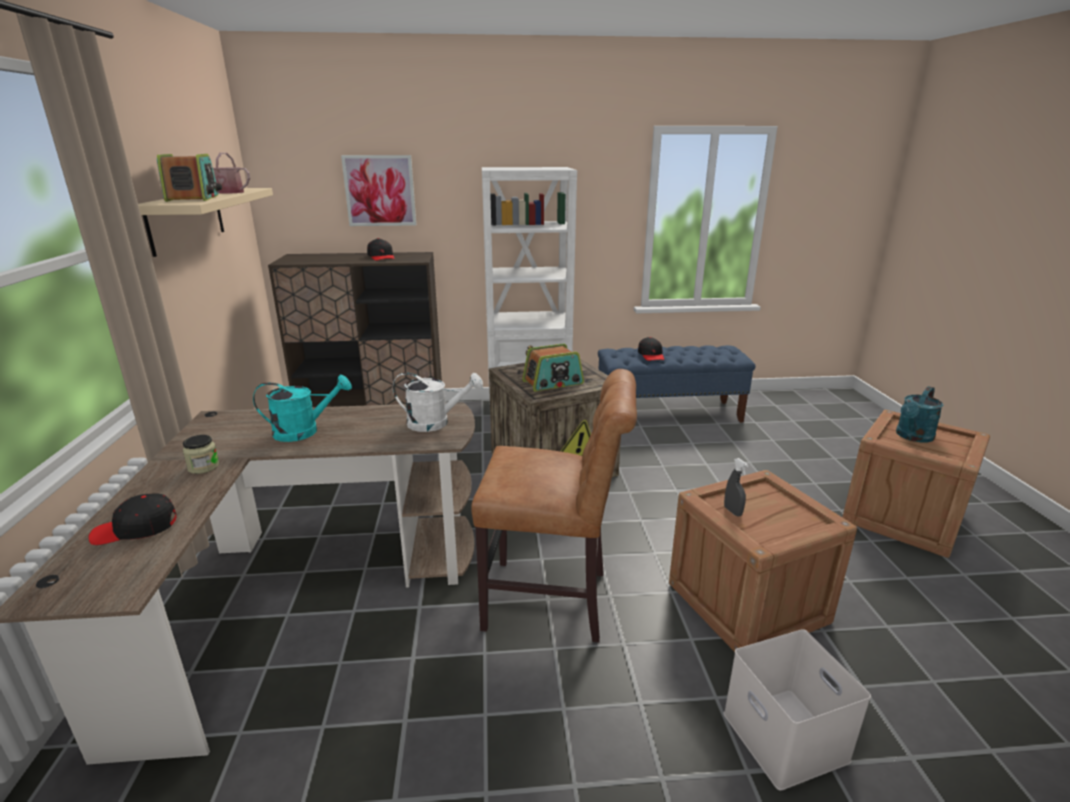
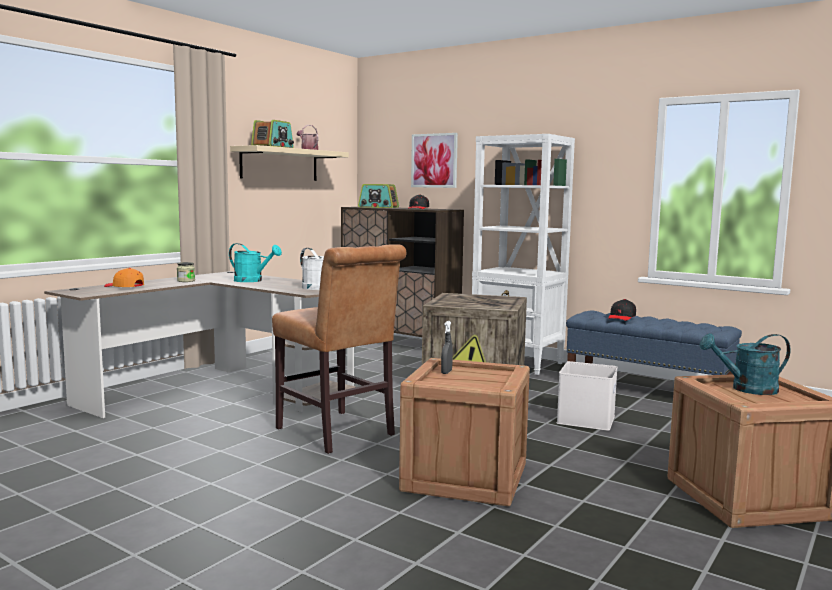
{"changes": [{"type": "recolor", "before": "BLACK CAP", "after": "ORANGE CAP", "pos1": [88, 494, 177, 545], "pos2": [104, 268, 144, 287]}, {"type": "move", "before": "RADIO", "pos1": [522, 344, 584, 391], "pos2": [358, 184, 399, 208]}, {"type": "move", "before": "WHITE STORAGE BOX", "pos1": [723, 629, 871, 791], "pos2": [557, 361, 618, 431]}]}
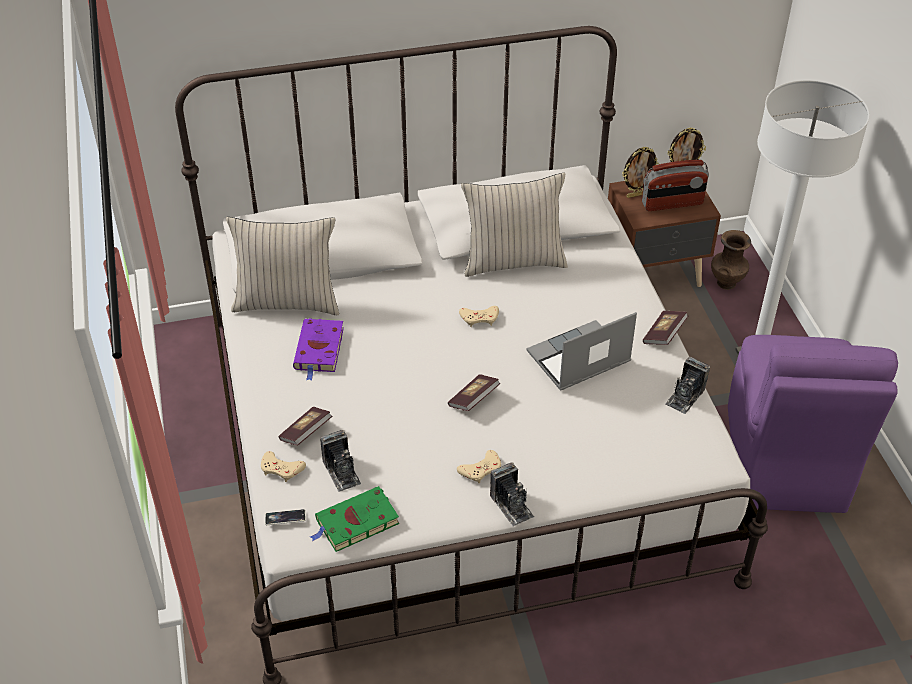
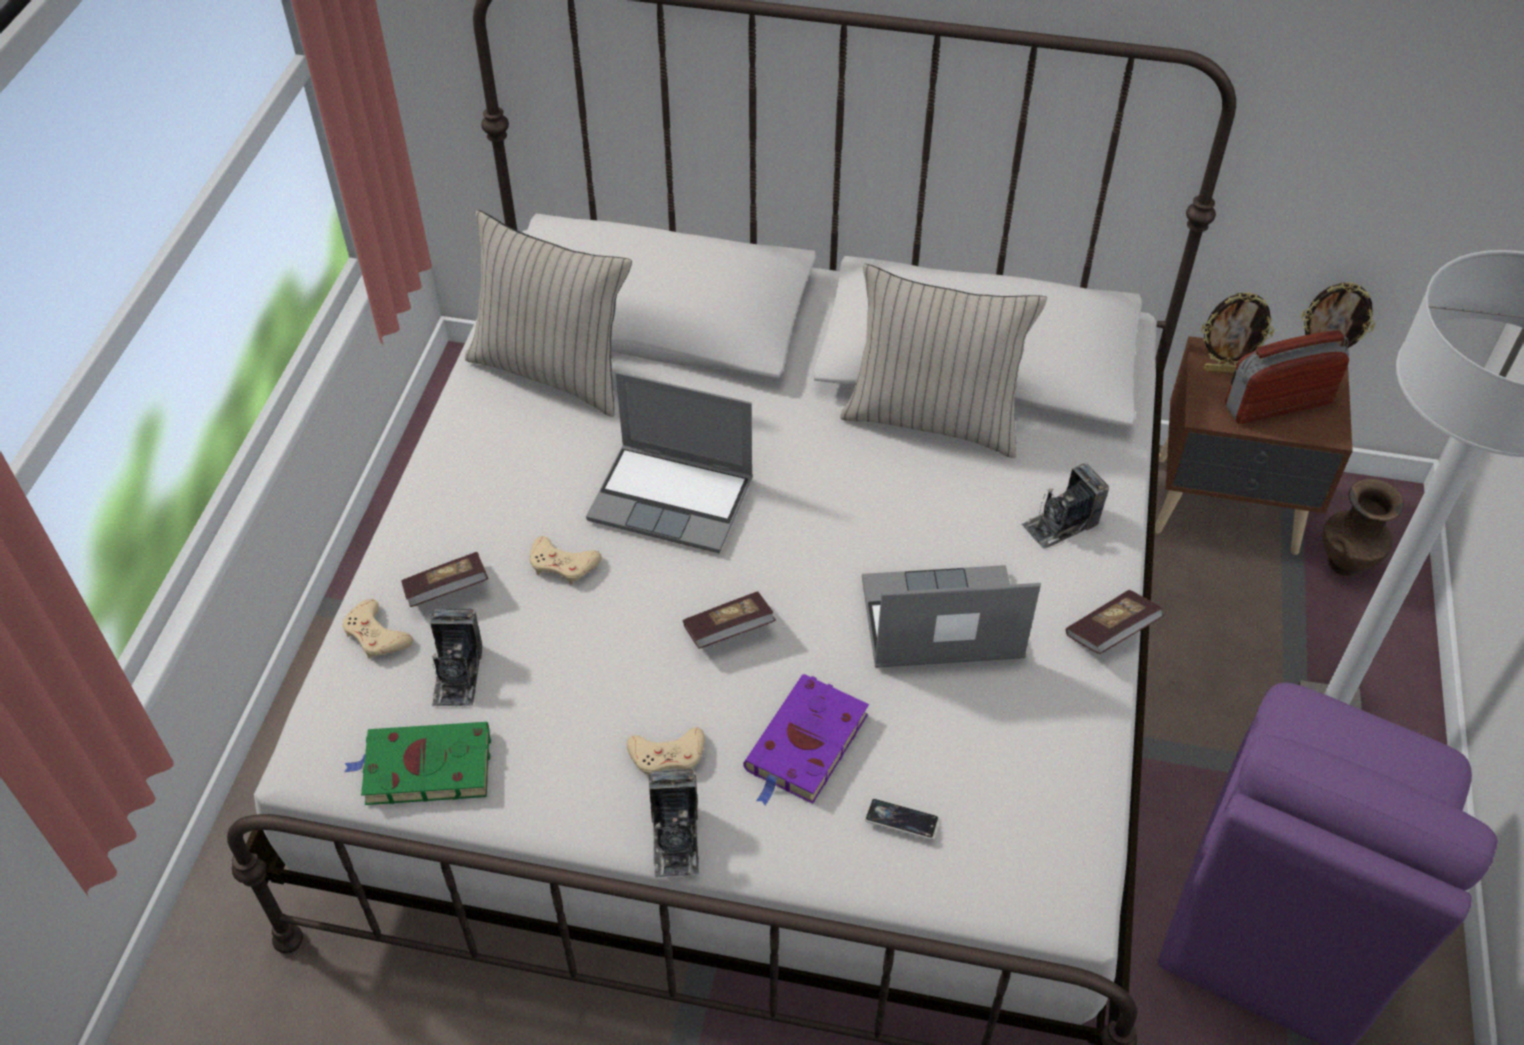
{"changes": [{"type": "move", "before": "PHONE", "pos1": [265, 509, 306, 525], "pos2": [865, 799, 939, 840]}, {"type": "move", "before": "PURPLE BOOK", "pos1": [293, 318, 344, 381], "pos2": [743, 674, 869, 806]}, {"type": "move", "before": "BEIGE GAME CONTROLLER", "pos1": [459, 306, 499, 327], "pos2": [530, 536, 601, 585]}, {"type": "rotate", "before": "RADIO", "pos1": [642, 160, 709, 211], "pos2": [1225, 330, 1349, 424], "turn": 150}, {"type": "move", "before": "PHOTO CAMERA", "pos1": [665, 357, 710, 414], "pos2": [1021, 464, 1109, 549]}, {"type": "insert", "after": "LAPTOP", "pos2": [586, 372, 753, 553]}]}
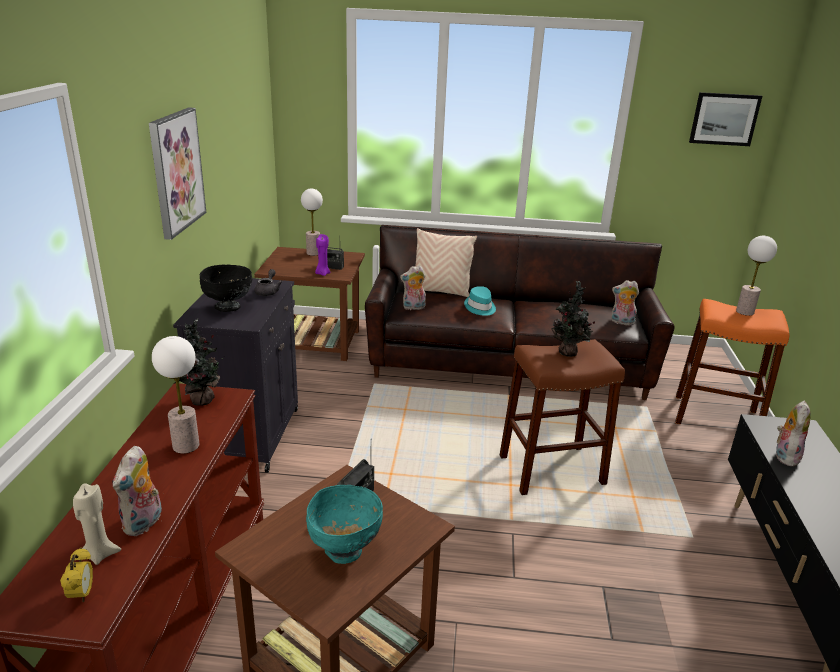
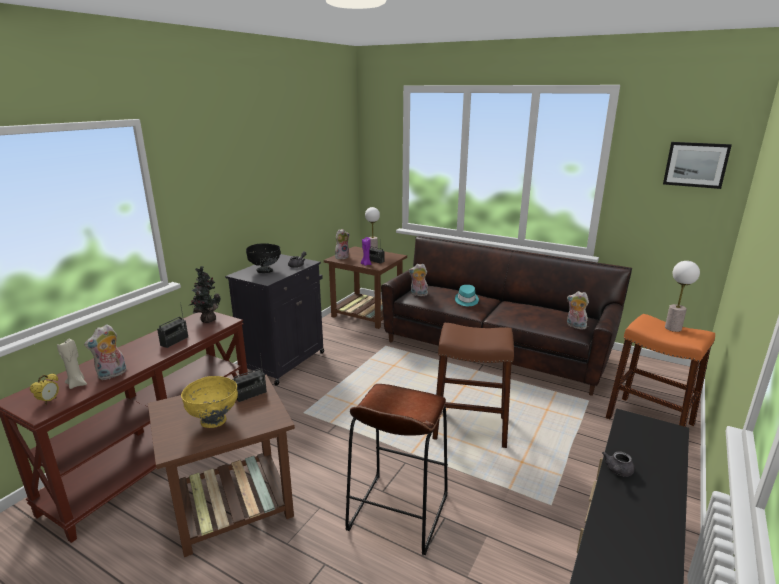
{"changes": [{"type": "delete", "before": "PICTURE", "pos1": [149, 107, 206, 240]}, {"type": "replace", "before": "TABLE LAMP", "after": "RADIO", "pos1": [152, 336, 199, 454], "pos2": [157, 302, 188, 348]}, {"type": "recolor", "before": "TURQUOISE BOWL", "after": "YELLOW BOWL", "pos1": [306, 485, 383, 564], "pos2": [181, 376, 238, 428]}, {"type": "delete", "before": "BEIGE PILLOW", "pos1": [415, 228, 477, 297]}, {"type": "delete", "before": "POTTED PLANT", "pos1": [551, 281, 595, 357]}, {"type": "move", "before": "PLUSH TOY", "pos1": [776, 401, 811, 466], "pos2": [335, 229, 350, 259]}, {"type": "insert", "after": "BROWN STOOL", "pos2": [345, 384, 448, 555]}, {"type": "insert", "after": "GREY TEAPOT", "pos2": [602, 451, 635, 477]}]}
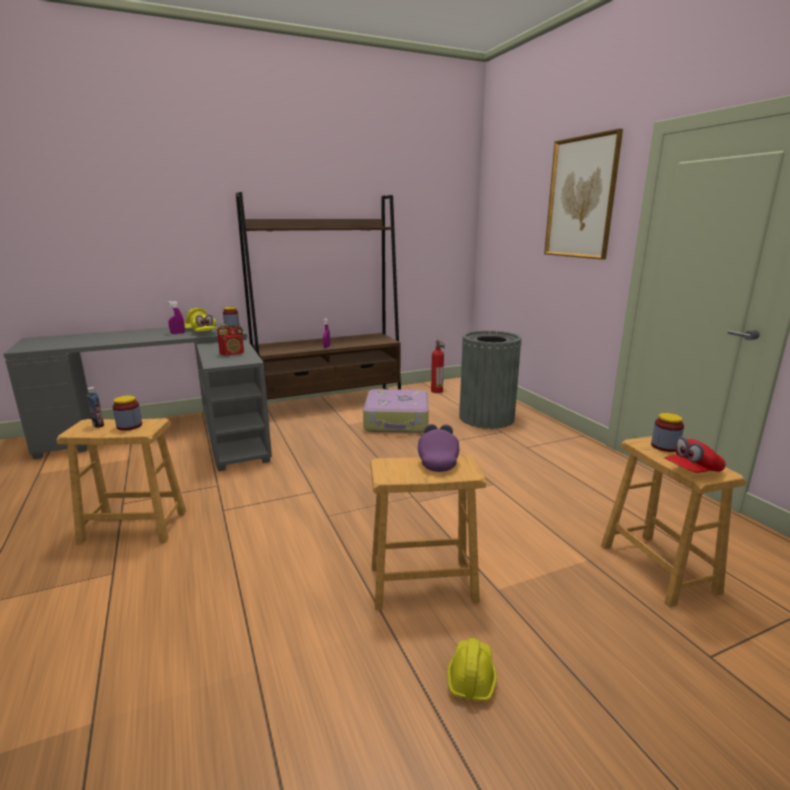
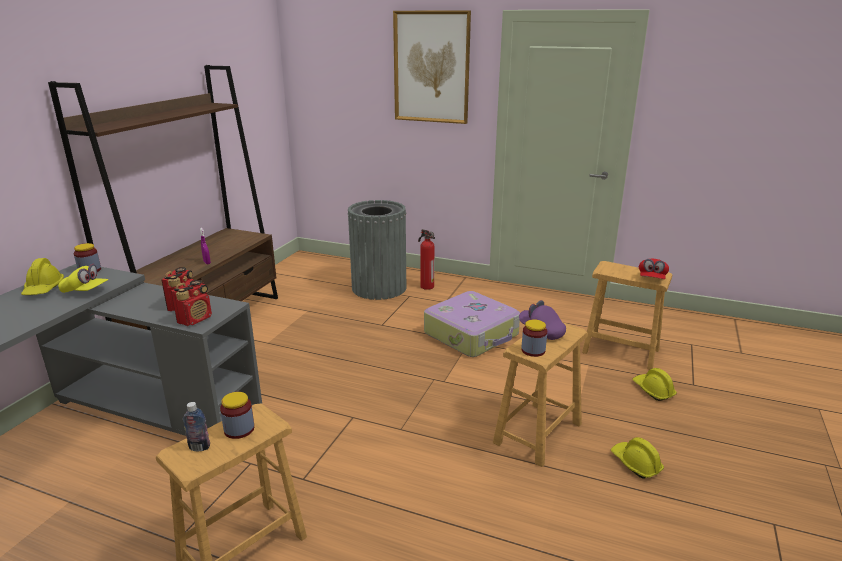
{"changes": [{"type": "delete", "before": "PURPLE SPRAY BOTTLE", "pos1": [168, 301, 185, 334]}, {"type": "move", "before": "SUITCASE", "pos1": [363, 389, 429, 433], "pos2": [424, 291, 520, 357]}, {"type": "move", "before": "FIRE EXTINGUISHER", "pos1": [431, 340, 445, 393], "pos2": [418, 229, 435, 290]}, {"type": "move", "before": "JAR", "pos1": [651, 413, 684, 452], "pos2": [521, 319, 547, 357]}, {"type": "insert", "after": "RADIO", "pos2": [171, 280, 212, 326]}, {"type": "insert", "after": "YELLOW HARD HAT", "pos2": [633, 368, 677, 401]}]}
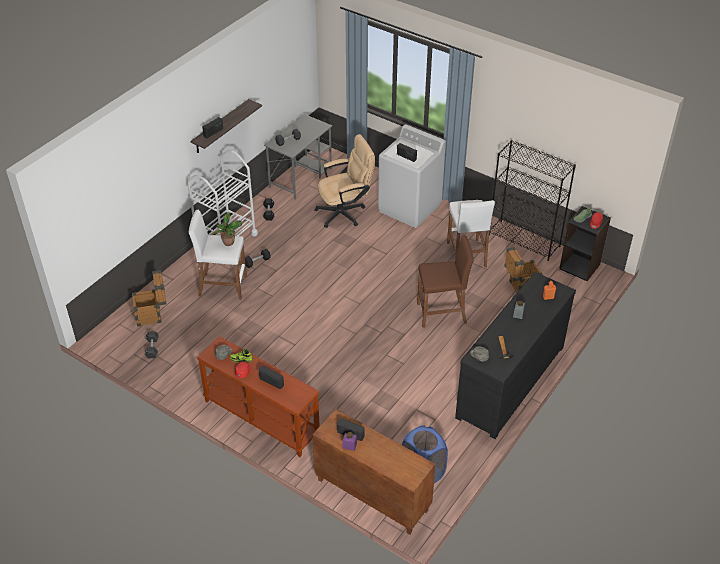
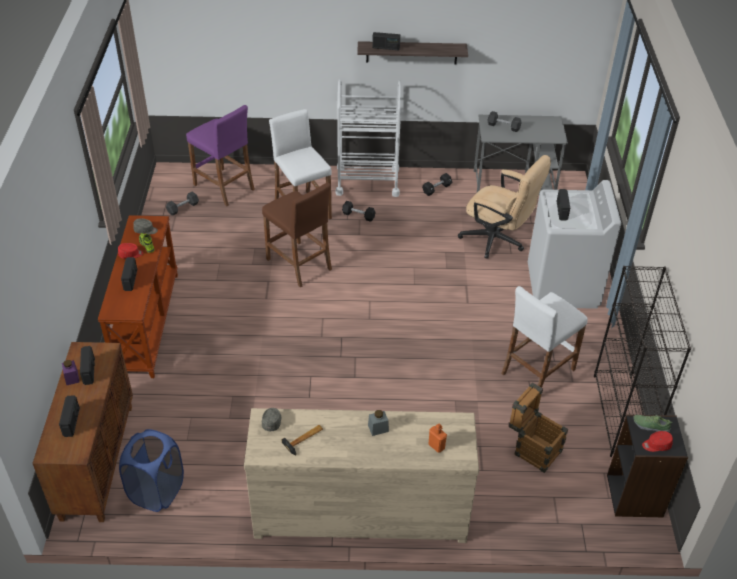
{"changes": [{"type": "replace", "before": "CRATE", "after": "PURPLE STOOL", "pos1": [132, 270, 166, 327], "pos2": [186, 105, 255, 206]}, {"type": "delete", "before": "POTTED PLANT", "pos1": [212, 212, 242, 246]}, {"type": "move", "before": "BROWN STOOL", "pos1": [417, 235, 473, 328], "pos2": [262, 182, 332, 288]}, {"type": "recolor", "before": "BLACK DRESSER", "after": "BEIGE DRESSER", "pos1": [455, 272, 576, 439], "pos2": [244, 408, 479, 543]}, {"type": "insert", "after": "RADIO", "pos2": [59, 396, 80, 437]}]}
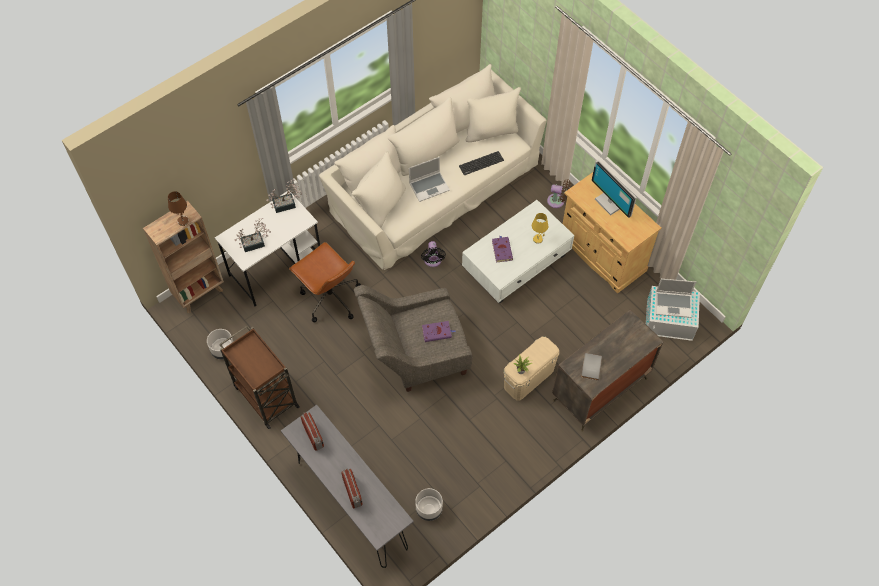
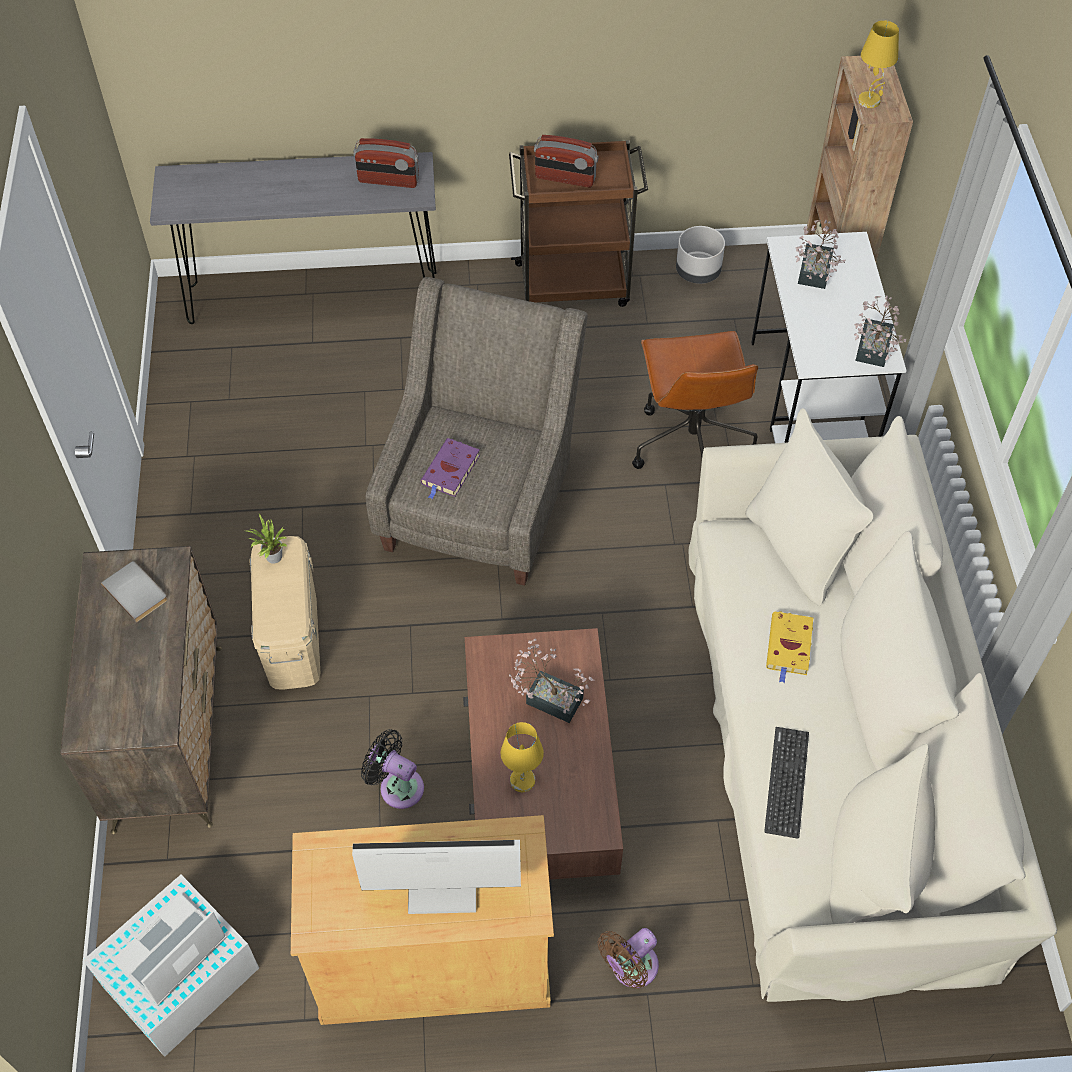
{"changes": [{"type": "recolor", "before": "BROWN TABLE LAMP", "after": "YELLOW TABLE LAMP", "pos1": [168, 191, 189, 226], "pos2": [858, 20, 899, 108]}, {"type": "rotate", "before": "BROWN OFFICE CHAIR", "pos1": [289, 242, 361, 322], "pos2": [632, 331, 758, 469], "turn": -90}, {"type": "move", "before": "RADIO", "pos1": [341, 468, 363, 508], "pos2": [534, 135, 599, 188]}, {"type": "replace", "before": "LAPTOP", "after": "YELLOW BOOK", "pos1": [409, 157, 450, 202], "pos2": [766, 611, 813, 683]}, {"type": "delete", "before": "GREY PLANTER", "pos1": [415, 488, 443, 521]}, {"type": "move", "before": "BLACK FAN", "pos1": [421, 241, 446, 267], "pos2": [361, 729, 424, 809]}, {"type": "recolor", "before": "WHITE COFFEE TABLE", "after": "BROWN COFFEE TABLE", "pos1": [462, 200, 574, 303], "pos2": [463, 628, 623, 880]}, {"type": "replace", "before": "PURPLE BOOK", "after": "POTTED PLANT", "pos1": [492, 235, 513, 263], "pos2": [509, 639, 594, 723]}]}
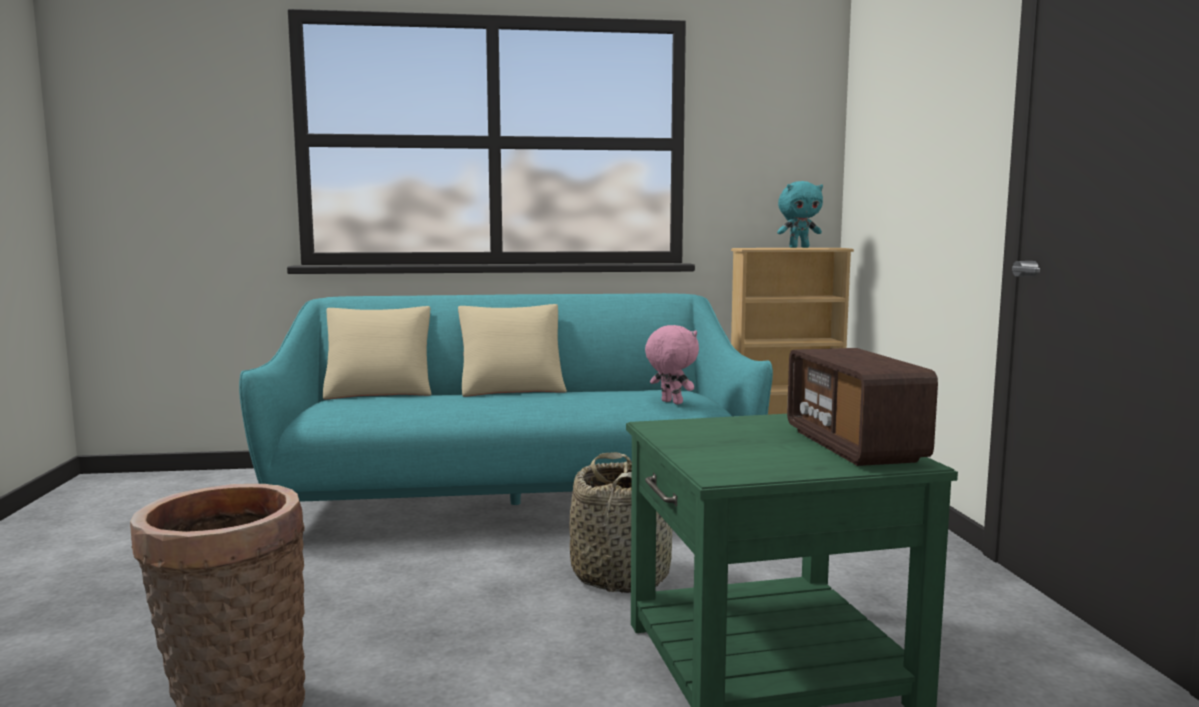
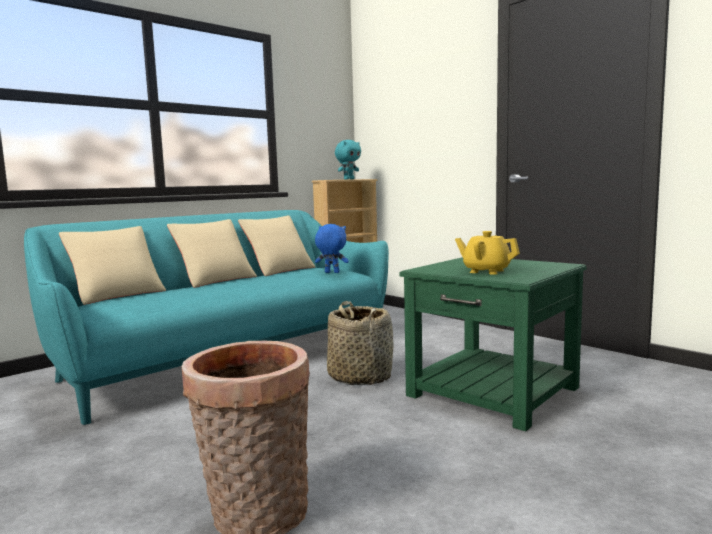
{"changes": [{"type": "recolor", "before": "PINK PLUSH TOY", "after": "BLUE PLUSH TOY", "pos1": [645, 325, 699, 404], "pos2": [315, 224, 349, 273]}, {"type": "delete", "before": "RADIO", "pos1": [787, 348, 938, 466]}, {"type": "insert", "after": "BEIGE PILLOW", "pos2": [238, 215, 315, 276]}, {"type": "insert", "after": "YELLOW TEAPOT", "pos2": [455, 231, 520, 275]}]}
